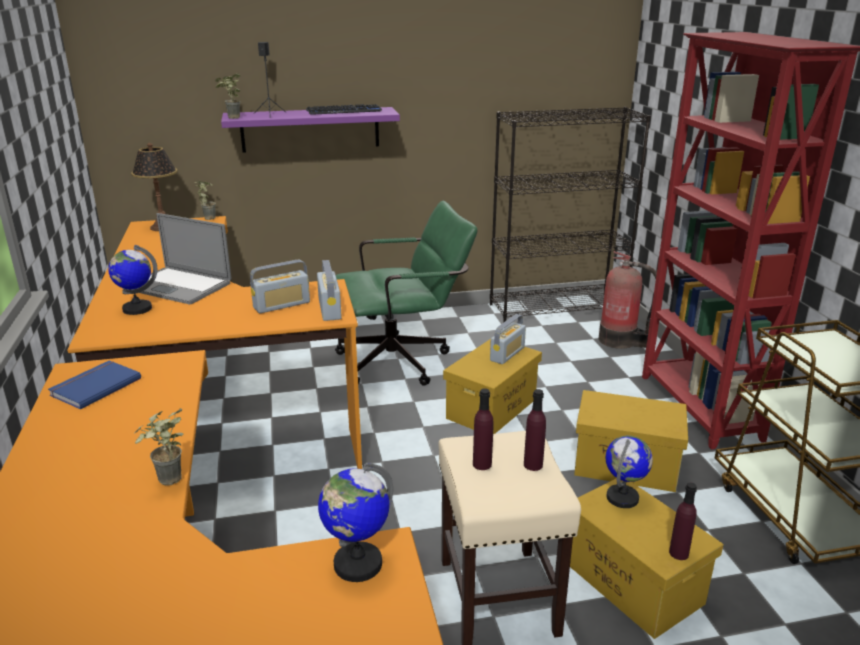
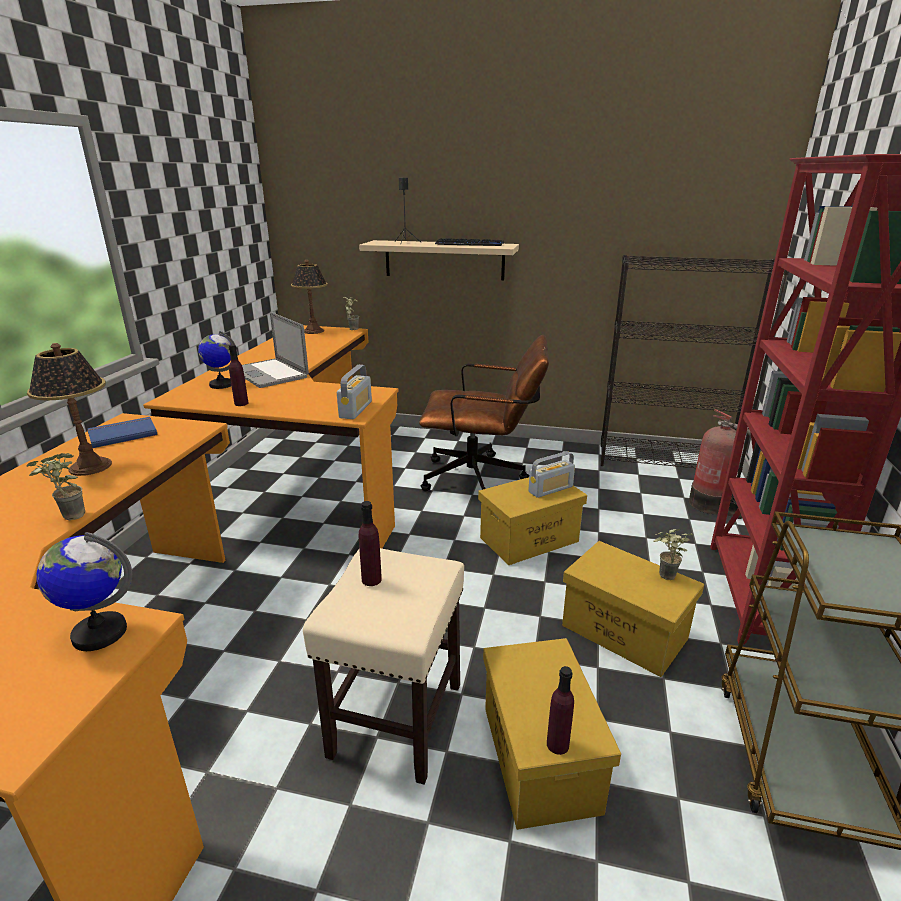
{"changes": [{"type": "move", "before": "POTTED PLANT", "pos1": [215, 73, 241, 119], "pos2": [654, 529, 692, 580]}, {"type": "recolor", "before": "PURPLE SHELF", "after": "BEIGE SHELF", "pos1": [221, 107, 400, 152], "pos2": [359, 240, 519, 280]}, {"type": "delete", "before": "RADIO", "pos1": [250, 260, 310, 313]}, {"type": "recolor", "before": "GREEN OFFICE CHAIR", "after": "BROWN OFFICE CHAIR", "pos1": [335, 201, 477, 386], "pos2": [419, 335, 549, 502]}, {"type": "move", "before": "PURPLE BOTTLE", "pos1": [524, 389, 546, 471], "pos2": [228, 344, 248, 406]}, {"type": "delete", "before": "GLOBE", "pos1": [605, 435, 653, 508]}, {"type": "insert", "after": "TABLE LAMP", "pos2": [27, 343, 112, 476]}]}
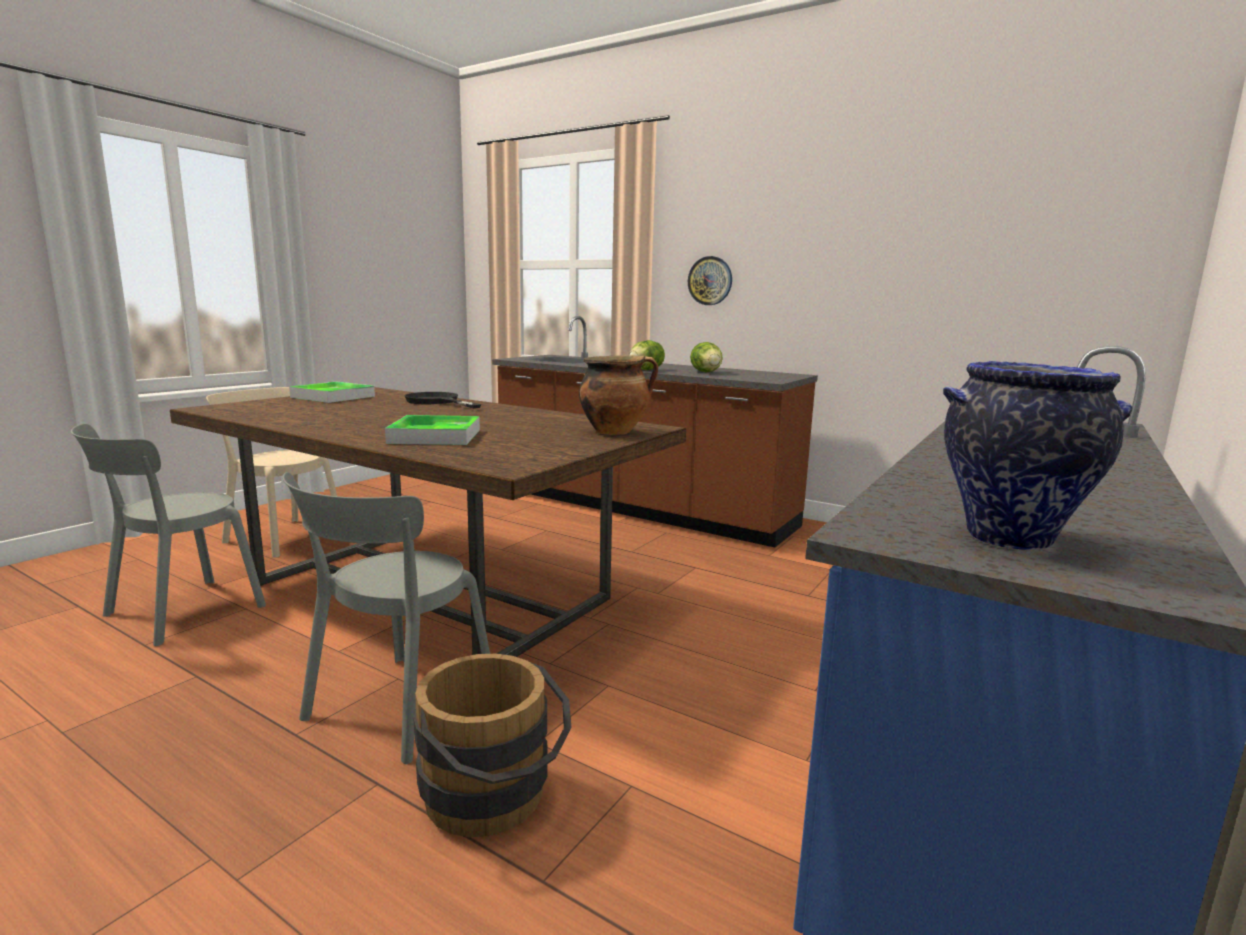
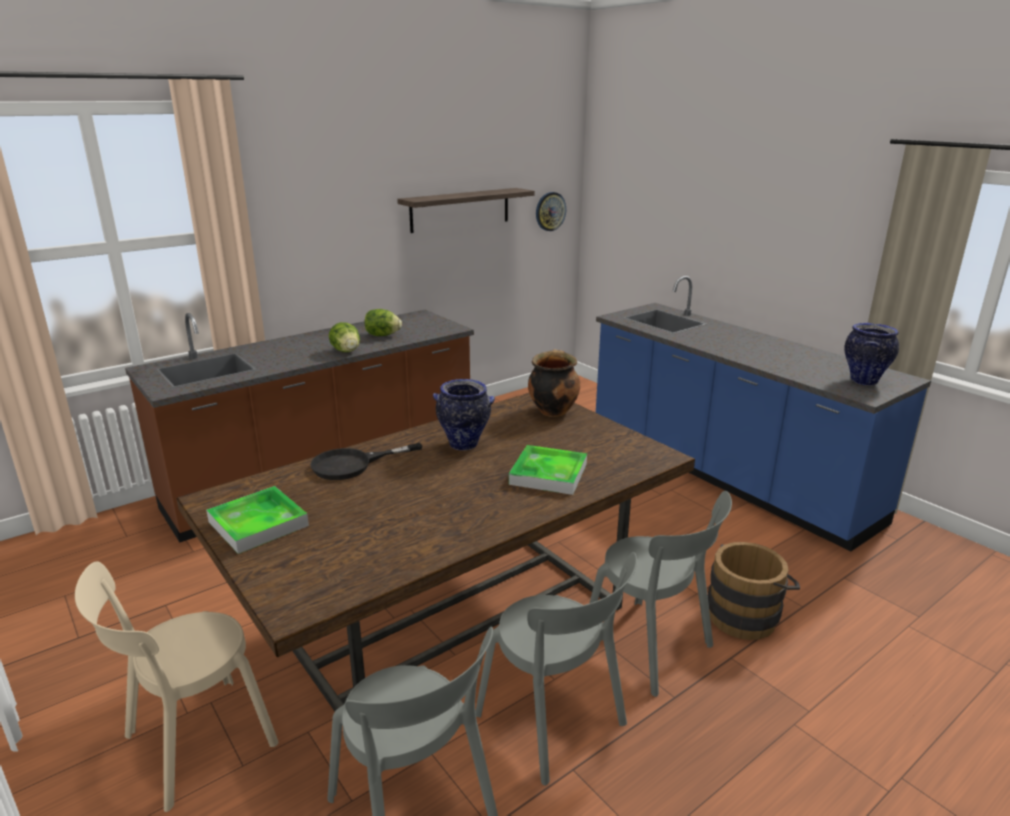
{"changes": [{"type": "move", "before": "WALL CLOCK", "pos1": [688, 256, 732, 305], "pos2": [536, 192, 566, 231]}, {"type": "insert", "after": "SHELF", "pos2": [397, 188, 535, 233]}, {"type": "insert", "after": "VASE", "pos2": [433, 379, 495, 451]}, {"type": "insert", "after": "GREY CHAIR", "pos2": [475, 552, 637, 786]}]}
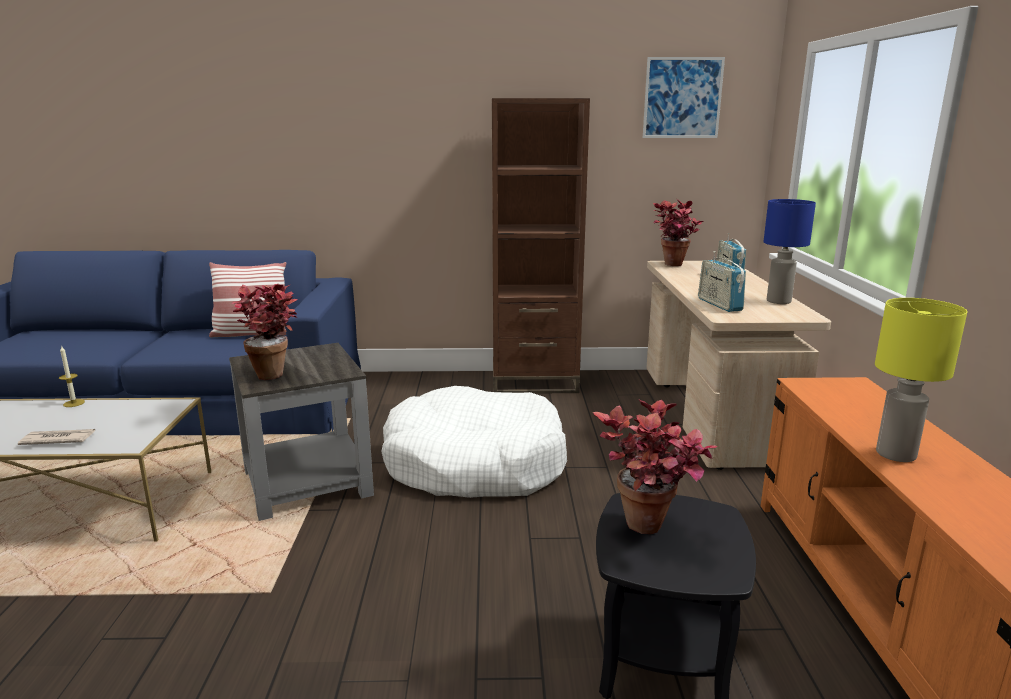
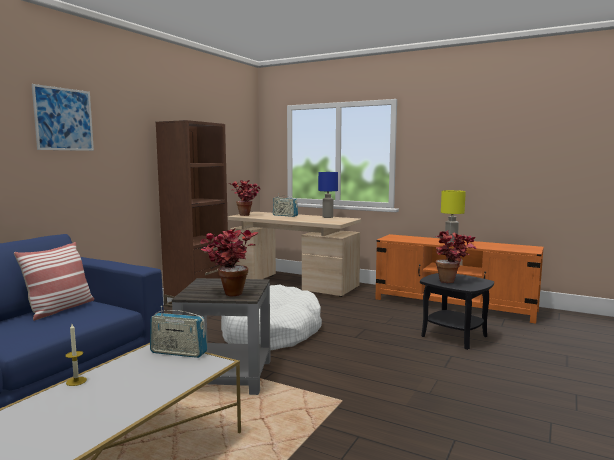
{"changes": [{"type": "delete", "before": "NEWSPAPER", "pos1": [18, 429, 95, 445]}, {"type": "move", "before": "PICTURE", "pos1": [643, 57, 725, 138], "pos2": [32, 84, 94, 151]}, {"type": "move", "before": "RADIO", "pos1": [698, 251, 746, 312], "pos2": [150, 306, 207, 358]}]}
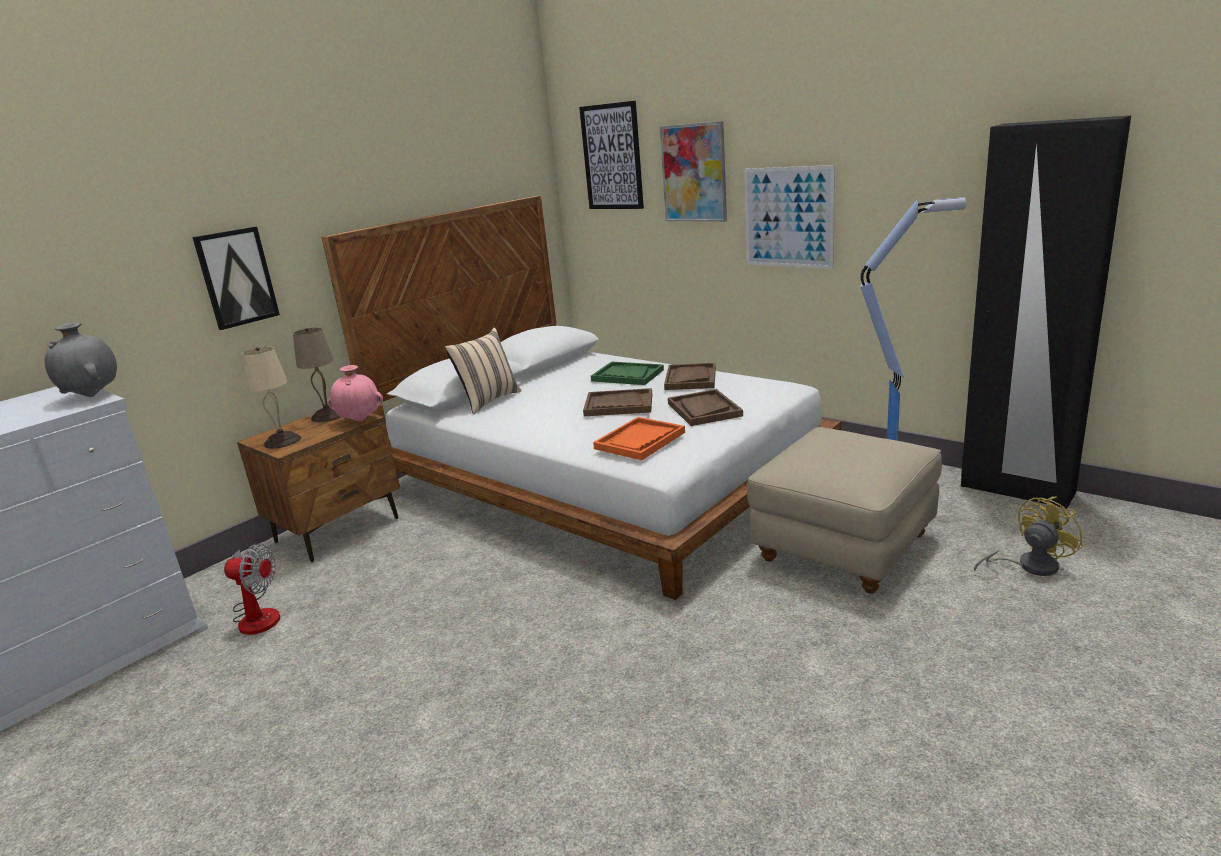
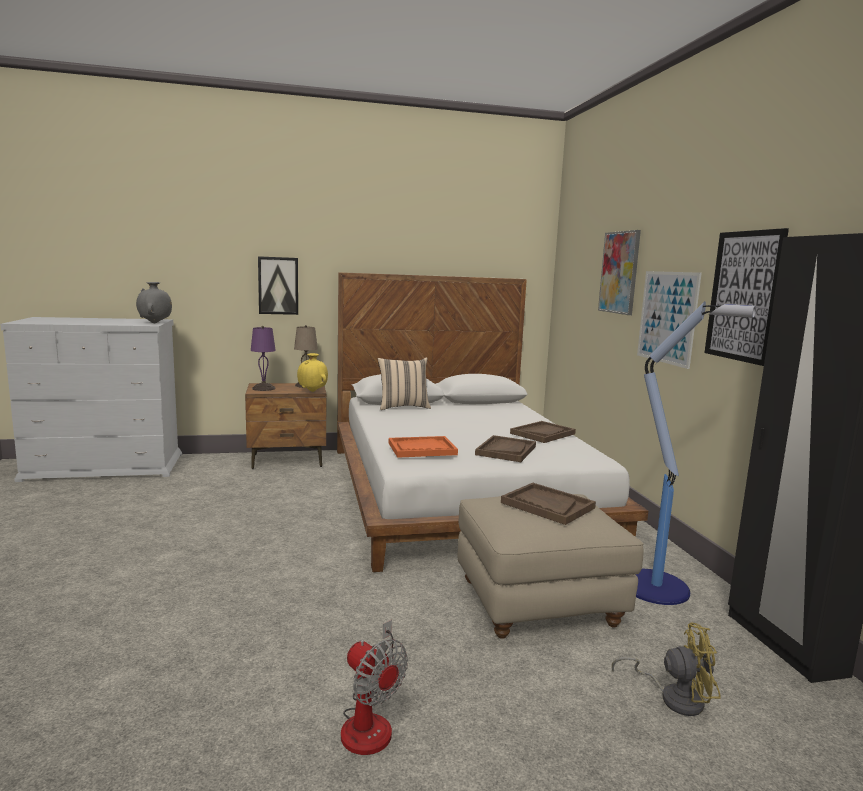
{"changes": [{"type": "move", "before": "FAN", "pos1": [224, 543, 280, 635], "pos2": [341, 620, 408, 755]}, {"type": "recolor", "before": "BEIGE TABLE LAMP", "after": "PURPLE TABLE LAMP", "pos1": [242, 347, 301, 449], "pos2": [251, 326, 276, 391]}, {"type": "recolor", "before": "PINK VASE", "after": "YELLOW VASE", "pos1": [328, 365, 383, 421], "pos2": [297, 353, 328, 392]}, {"type": "move", "before": "PICTURE", "pos1": [579, 101, 644, 209], "pos2": [704, 228, 789, 366]}, {"type": "move", "before": "BROWN TRAY", "pos1": [583, 388, 652, 416], "pos2": [501, 483, 596, 525]}, {"type": "delete", "before": "GREEN TRAY", "pos1": [591, 362, 664, 385]}]}
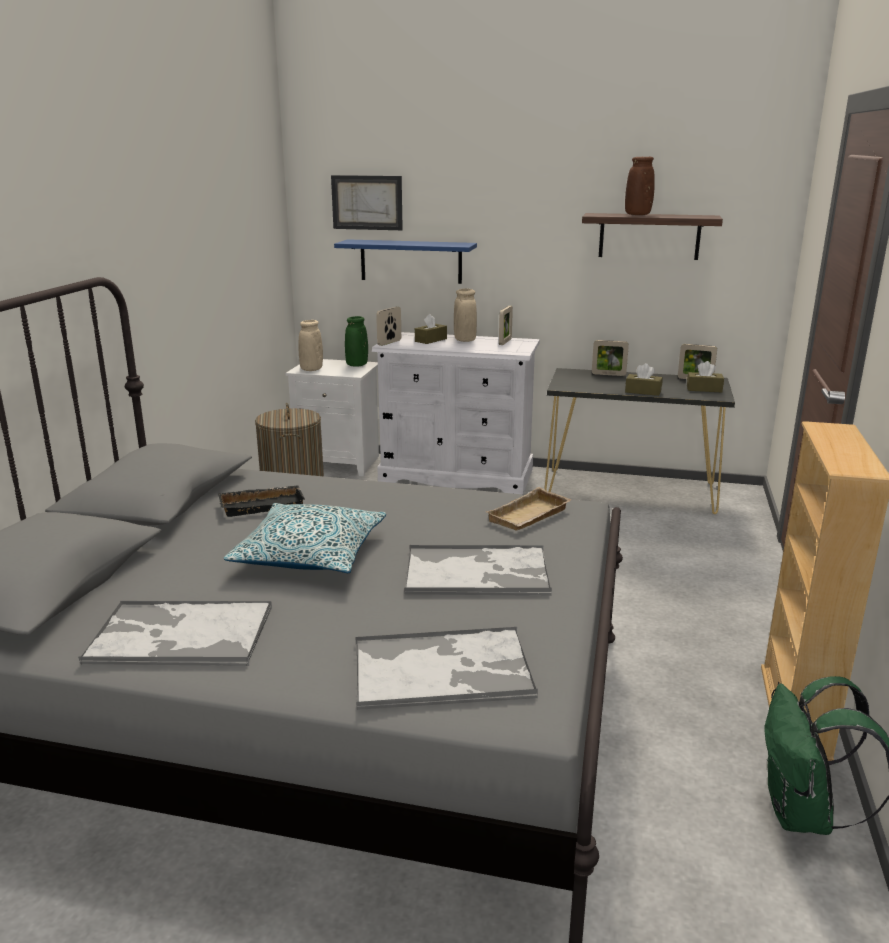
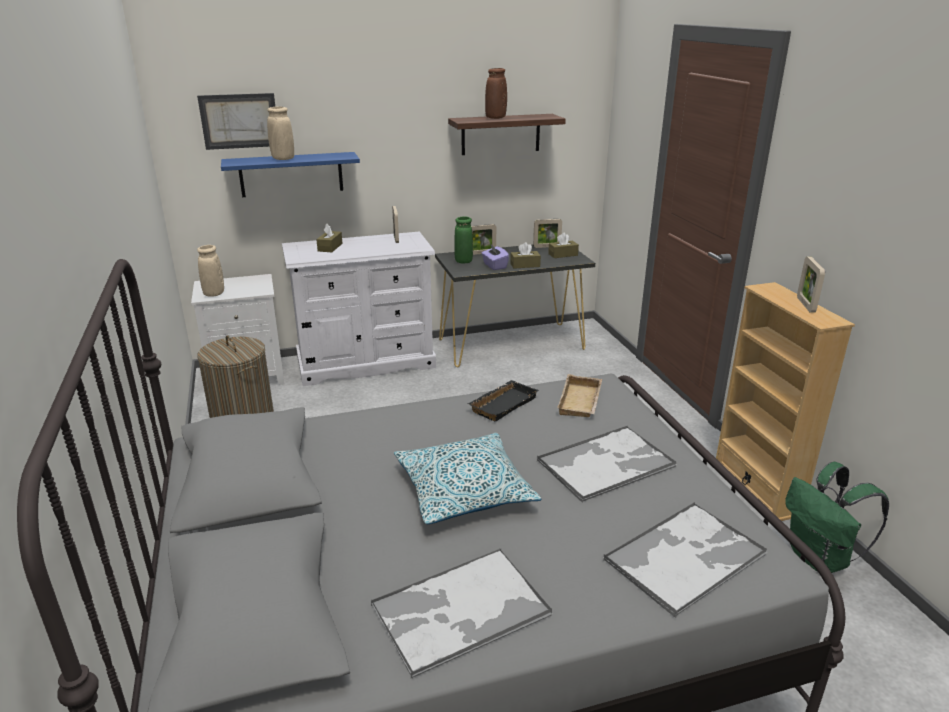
{"changes": [{"type": "move", "before": "BLACK TRAY", "pos1": [218, 485, 305, 517], "pos2": [468, 380, 539, 421]}, {"type": "move", "before": "GREEN VASE", "pos1": [345, 316, 368, 367], "pos2": [455, 216, 473, 264]}, {"type": "move", "before": "PICTURE FRAME", "pos1": [376, 307, 401, 346], "pos2": [797, 256, 825, 313]}, {"type": "move", "before": "BEIGE VASE", "pos1": [454, 289, 477, 342], "pos2": [267, 107, 294, 160]}, {"type": "insert", "after": "PURPLE TISSUE BOX", "pos2": [481, 245, 509, 270]}]}
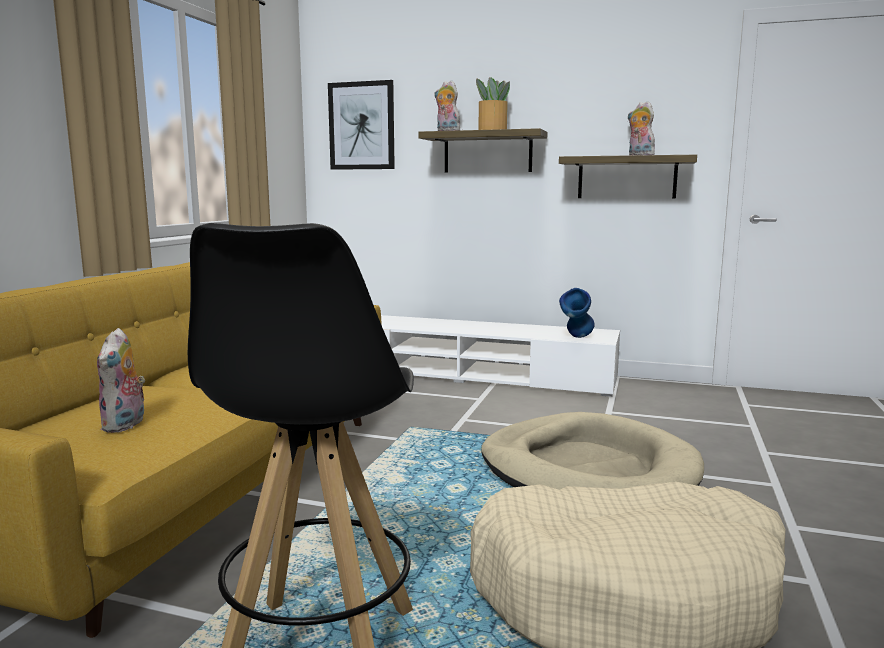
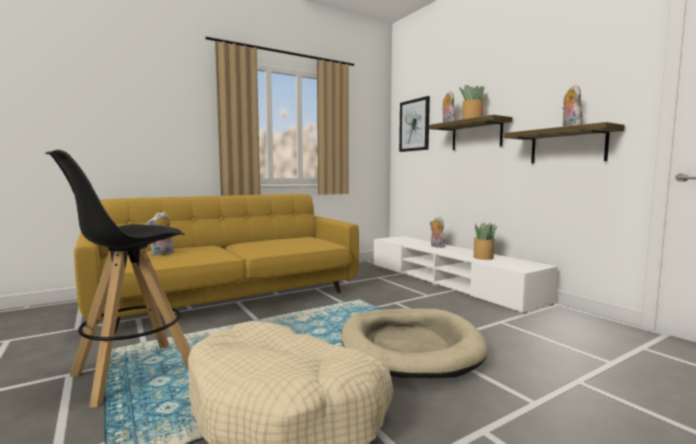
{"changes": [{"type": "delete", "before": "BLUE VASE", "pos1": [559, 288, 595, 338]}, {"type": "insert", "after": "PLUSH TOY", "pos2": [430, 217, 445, 248]}, {"type": "insert", "after": "POTTED PLANT", "pos2": [474, 223, 497, 260]}]}
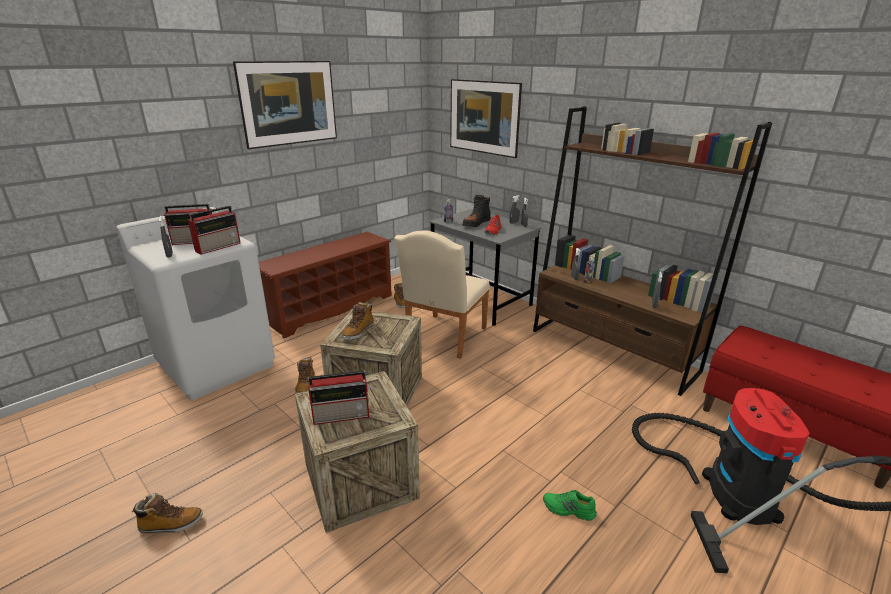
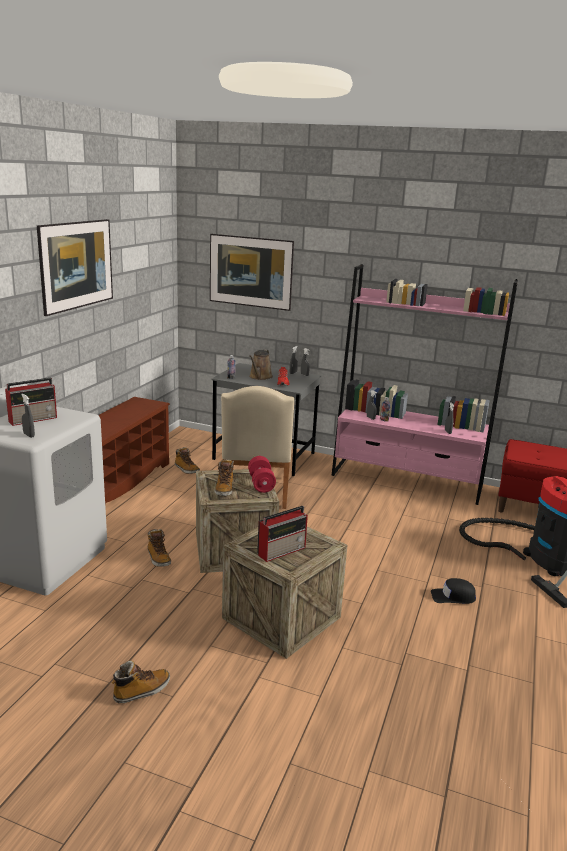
{"changes": [{"type": "delete", "before": "RADIO", "pos1": [188, 206, 241, 254]}, {"type": "replace", "before": "BLACK BOOT", "after": "BROWN WATERING CAN", "pos1": [462, 195, 491, 227], "pos2": [249, 350, 273, 380]}, {"type": "recolor", "before": "BROWN BOOKCASE", "after": "PINK BOOKCASE", "pos1": [533, 106, 772, 396], "pos2": [331, 264, 518, 505]}, {"type": "replace", "before": "GREEN SHOE", "after": "BLACK CAP", "pos1": [543, 490, 597, 521], "pos2": [431, 578, 476, 604]}, {"type": "insert", "after": "RED DUMBBELL", "pos2": [248, 456, 276, 493]}]}
